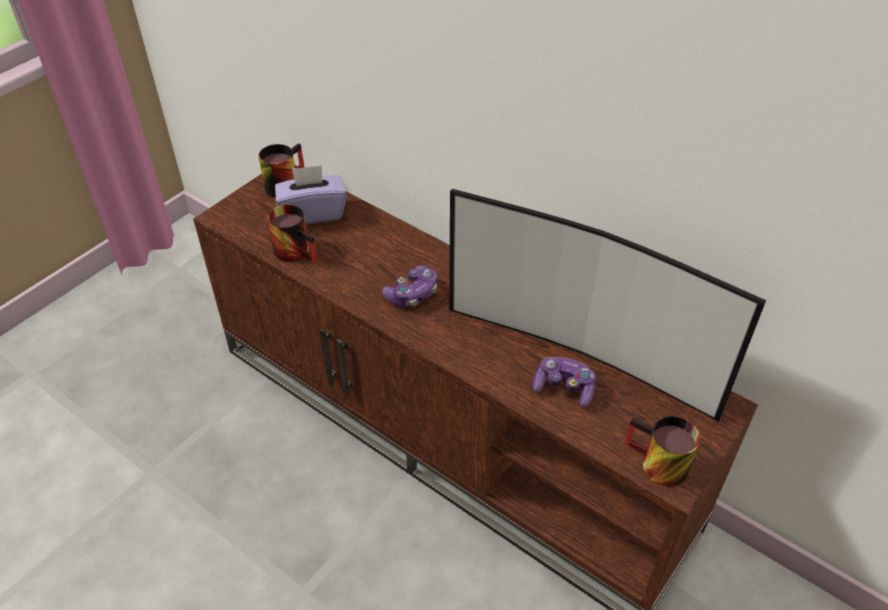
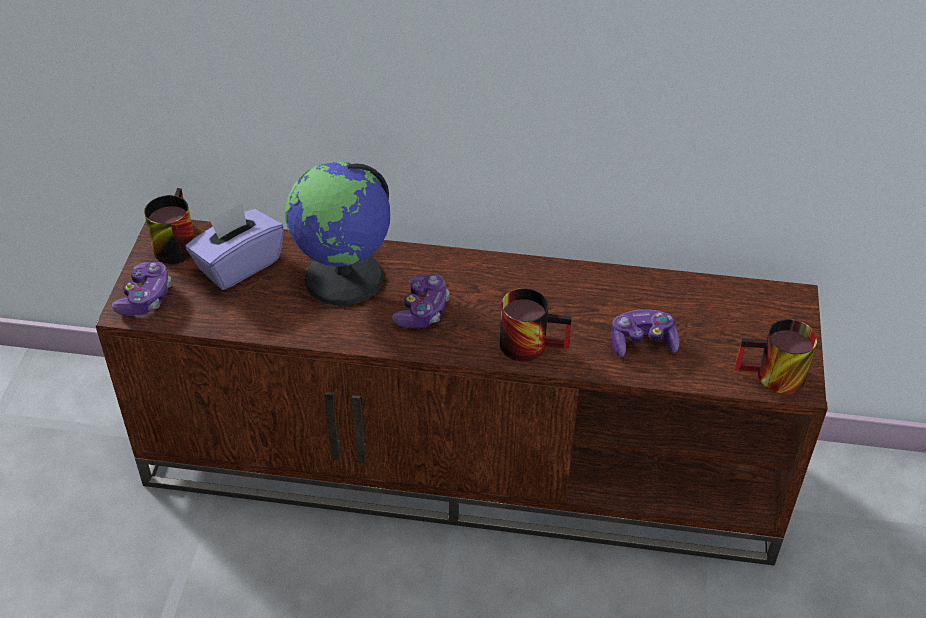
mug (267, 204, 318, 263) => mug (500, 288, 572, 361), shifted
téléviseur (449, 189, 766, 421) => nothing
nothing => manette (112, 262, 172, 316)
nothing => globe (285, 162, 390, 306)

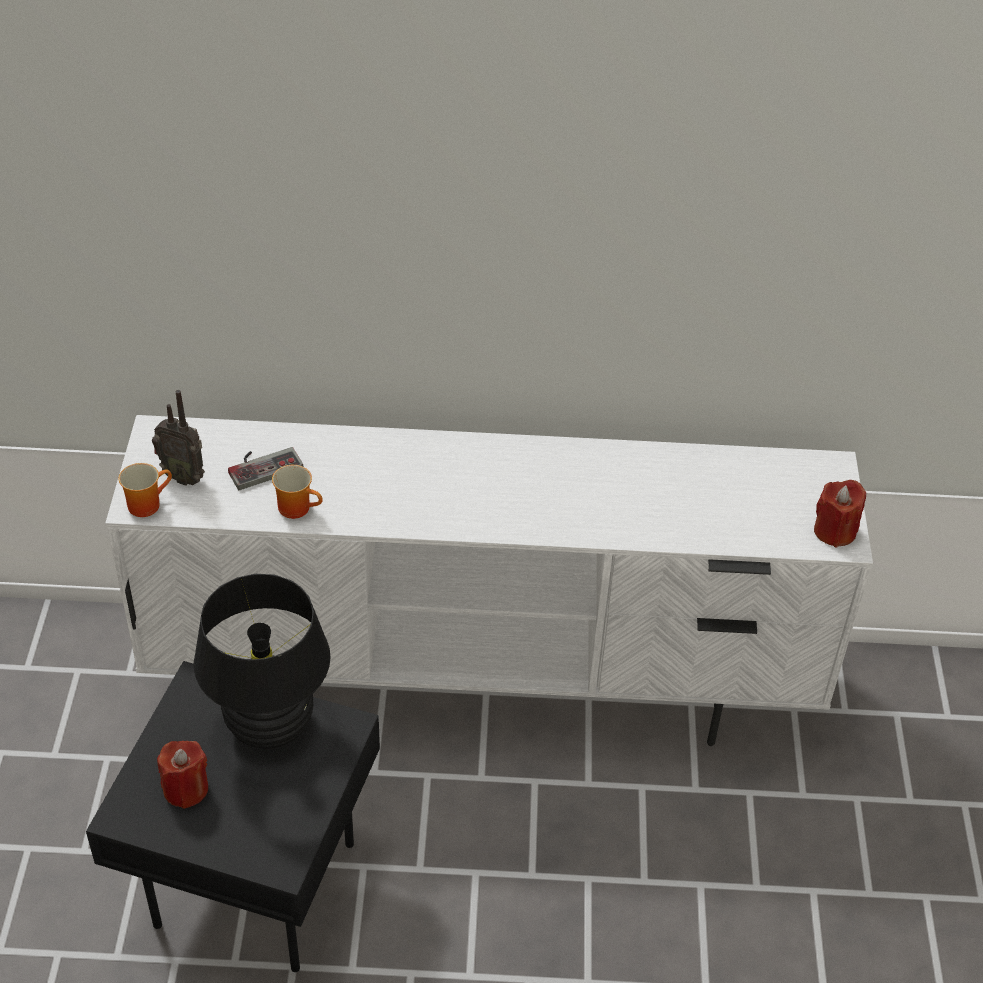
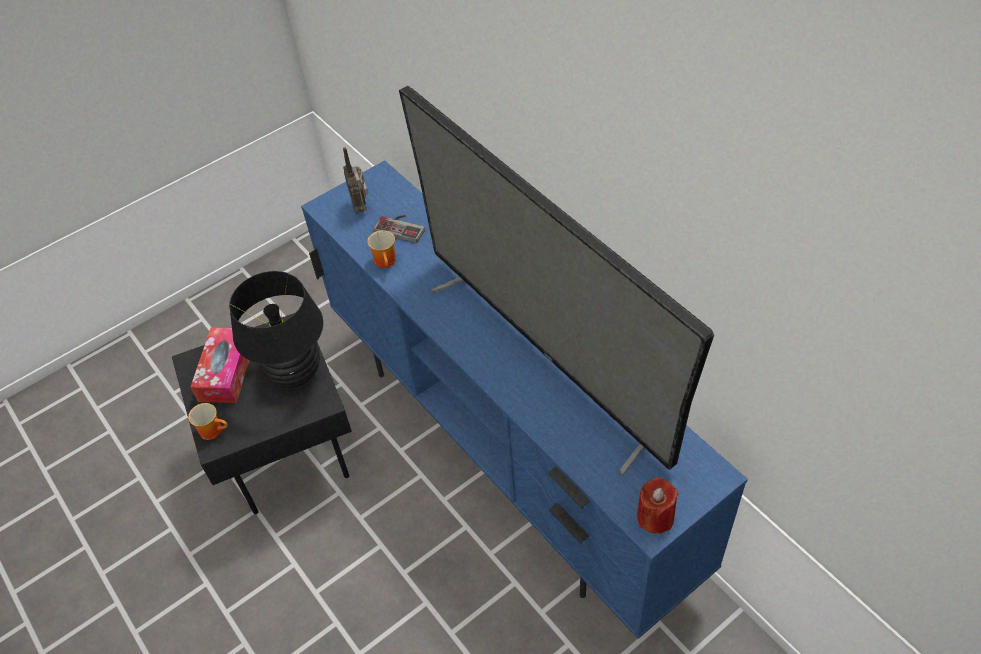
meuble télé [blanc] (105, 415, 873, 746) => meuble télé [bleu] (301, 160, 748, 639)
mug (119, 463, 172, 517) => mug (188, 403, 228, 440), shifted
bougie [rouge] (157, 741, 208, 809) => boîte à mouchoirs (191, 327, 249, 403)
nothing => téléviseur (399, 86, 714, 476)

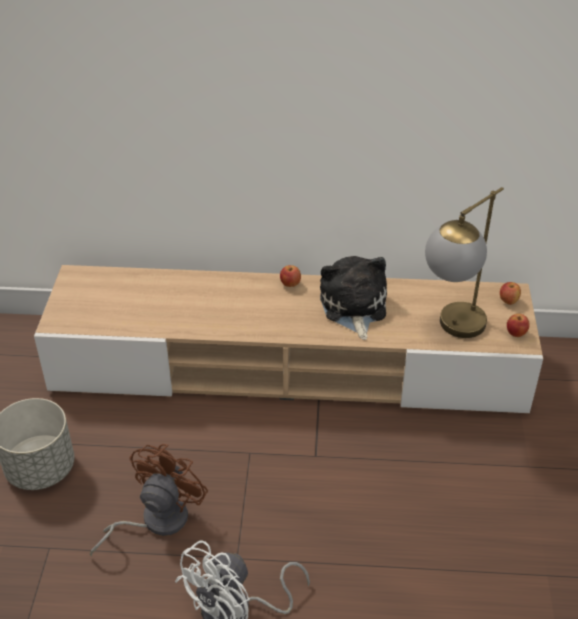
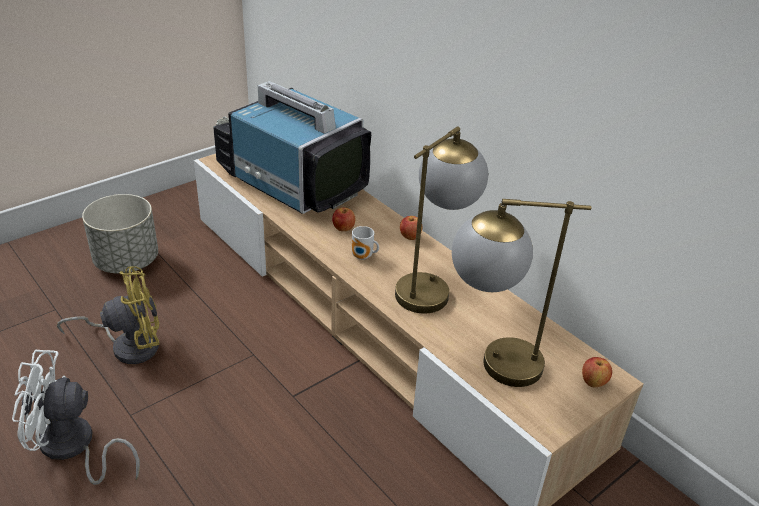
ventilateur [marron] (90, 444, 208, 556) => ventilateur [jaune] (57, 266, 159, 364)
peluche (320, 256, 387, 340) => lampe de table (395, 127, 488, 314)
pomme (507, 314, 530, 337) => pomme (332, 207, 355, 231), shifted
nothing => téléviseur (213, 81, 371, 214)
nothing => mug (352, 226, 379, 260)

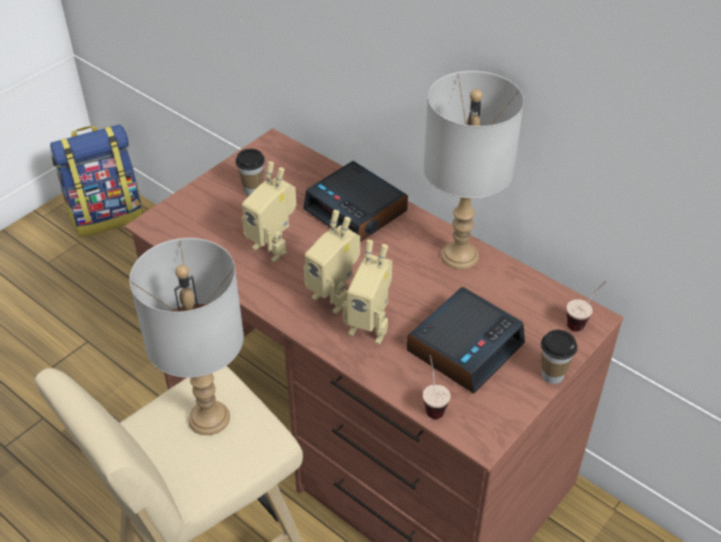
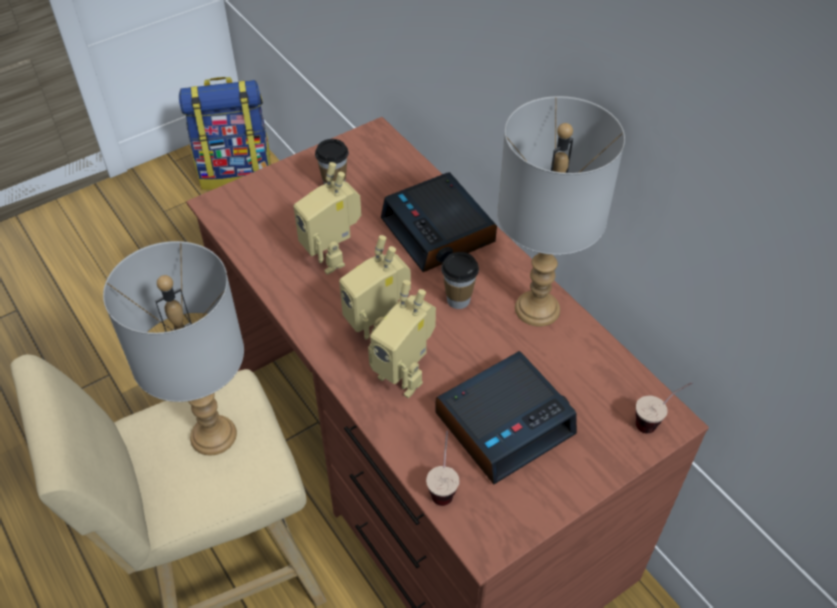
tasse (541, 330, 577, 384) => tasse (441, 252, 479, 309), shifted

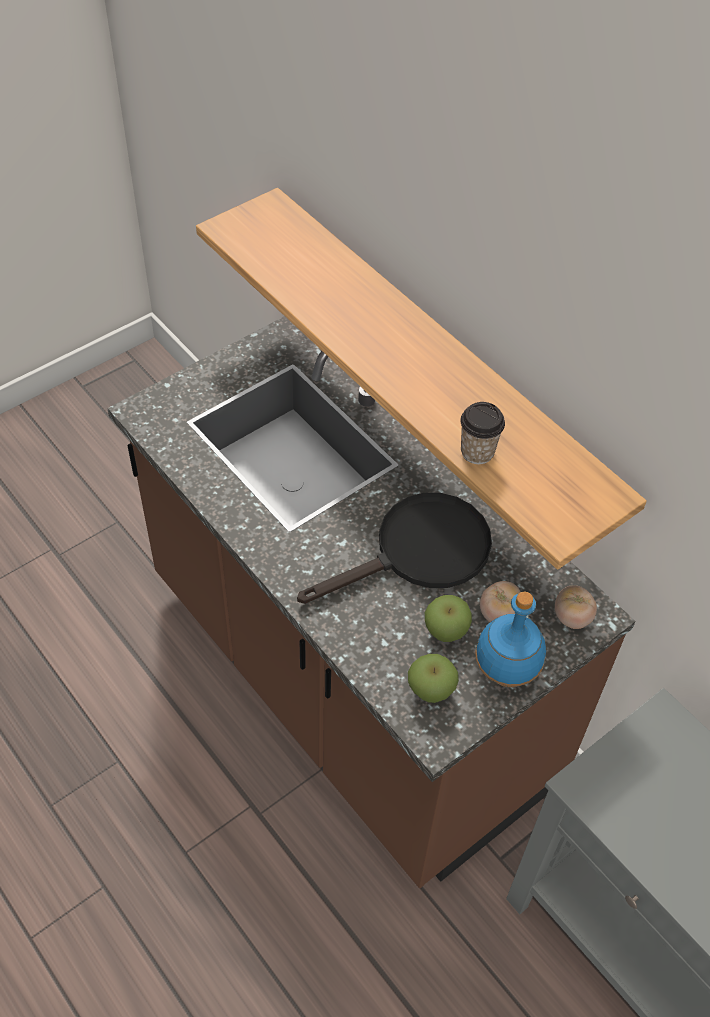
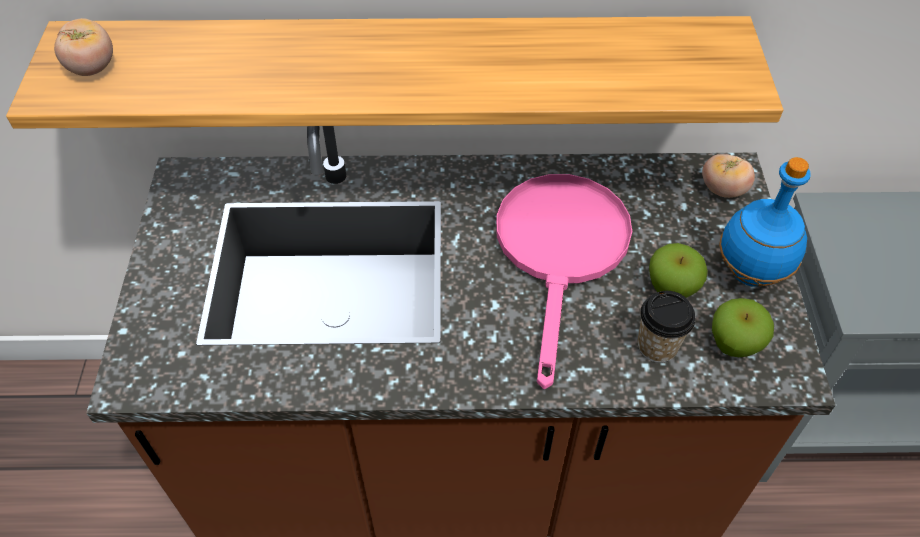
poêle [noir] (297, 493, 492, 604) => poêle [rose] (496, 174, 632, 389)
tasse (460, 402, 505, 464) => tasse (637, 291, 695, 363), shifted
tomate (480, 581, 520, 622) => tomate (54, 18, 113, 76), shifted

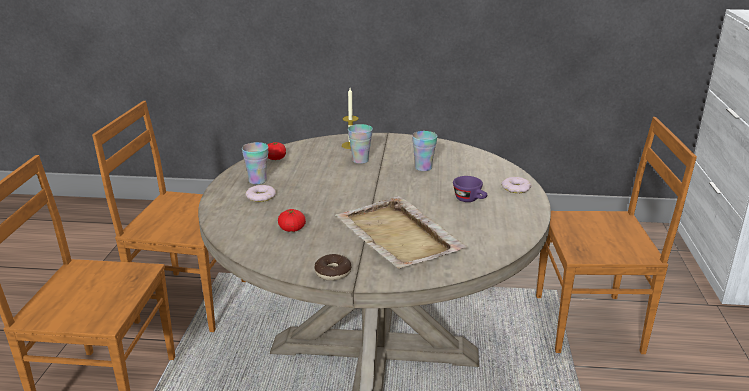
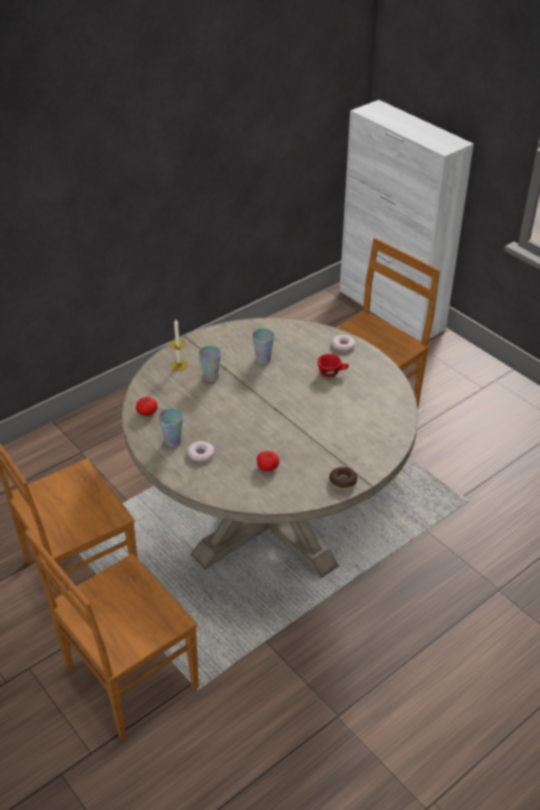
plateau [beige] (335, 196, 468, 269) => nothing
tasse [violet] (453, 176, 487, 202) => tasse [rouge] (317, 354, 349, 377)

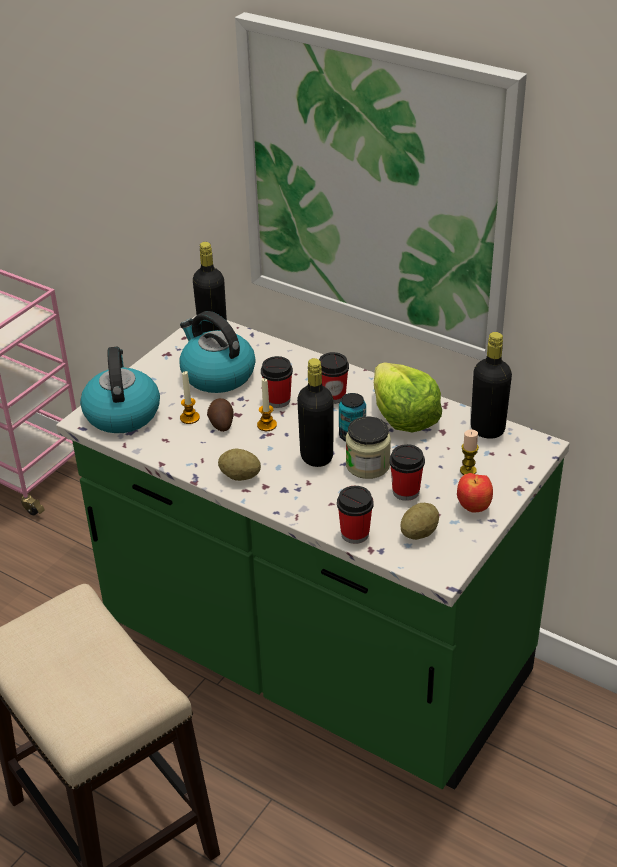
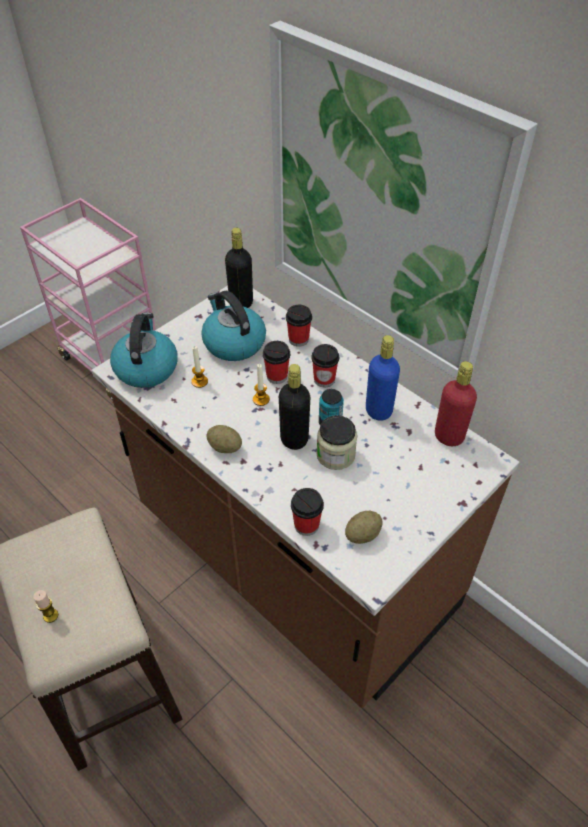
comptoir de cuisine [vert] (56, 316, 570, 789) => comptoir de cuisine [marron] (92, 286, 519, 708)
pomme de terre (207, 398, 234, 432) => nothing
laitue (374, 363, 442, 432) => bouteille [bleu] (366, 335, 400, 421)
tasse (389, 444, 425, 501) => tasse (286, 305, 312, 347), shifted
pomme (457, 473, 493, 513) => nothing
bougie (460, 430, 479, 475) => bougie (33, 590, 58, 623), shifted
bouteille [noir] (471, 332, 512, 439) => bouteille [rouge] (435, 361, 477, 446)

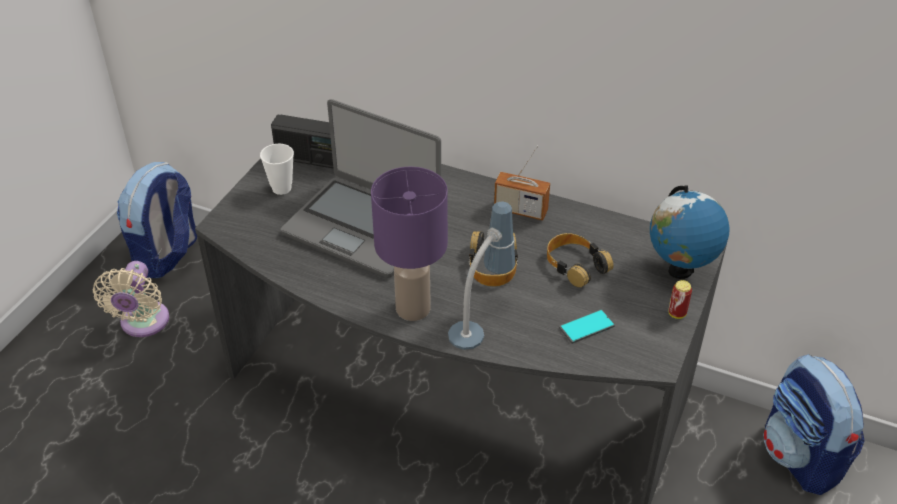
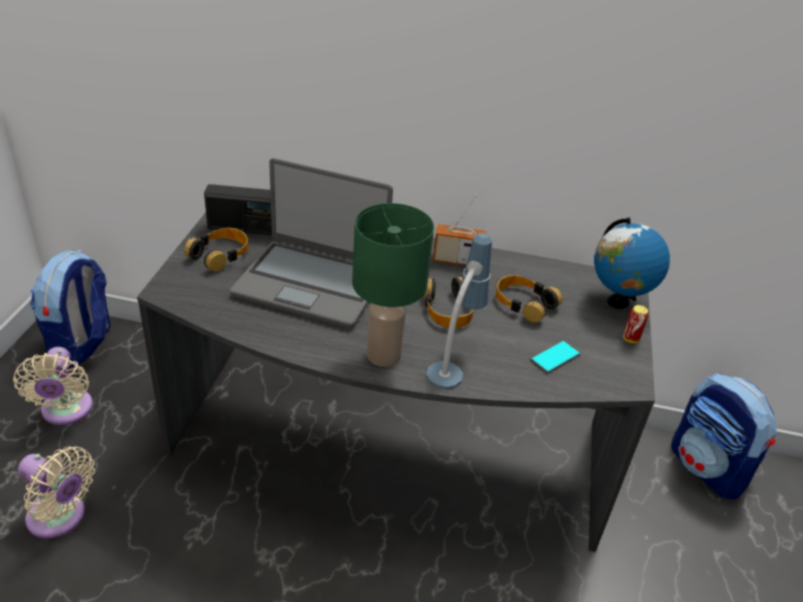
tasse (260, 144, 294, 195) => casque audio (184, 228, 248, 271)
lampe de table [violet] (371, 167, 448, 321) => lampe de table [vert] (352, 203, 434, 367)
nothing => ventilateur [beige] (18, 446, 95, 539)

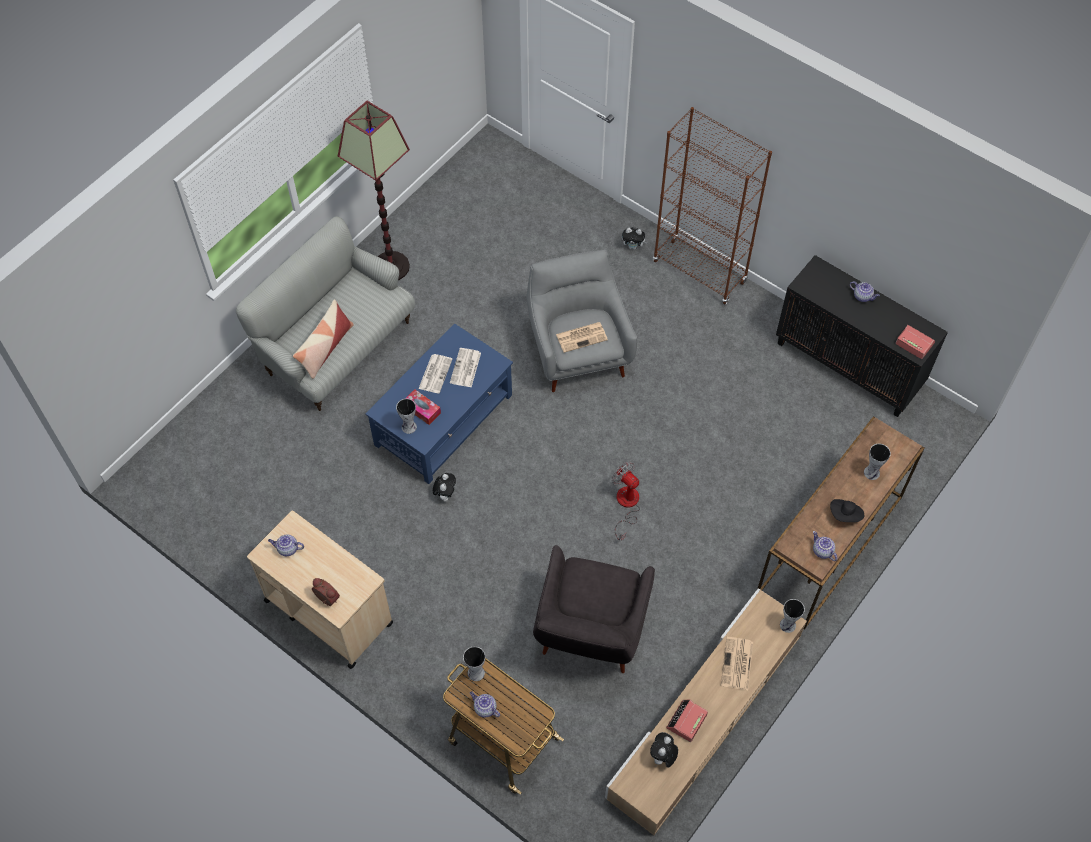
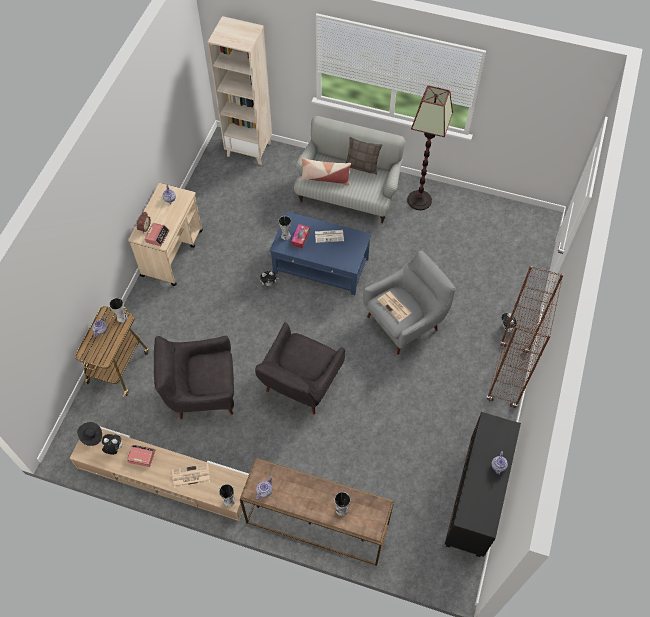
journal (450, 348, 481, 387) => nothing
ventilateur (612, 462, 640, 540) => fauteuil [gris] (255, 322, 345, 414)
chapeau [noir] (830, 499, 865, 522) => chapeau [noir] (77, 422, 102, 446), shifted
réveil (896, 325, 935, 359) => réveil (145, 223, 169, 246), shifted
nothing => bibliothèque [beige] (208, 16, 272, 165)
nothing => coussin (346, 137, 383, 175)

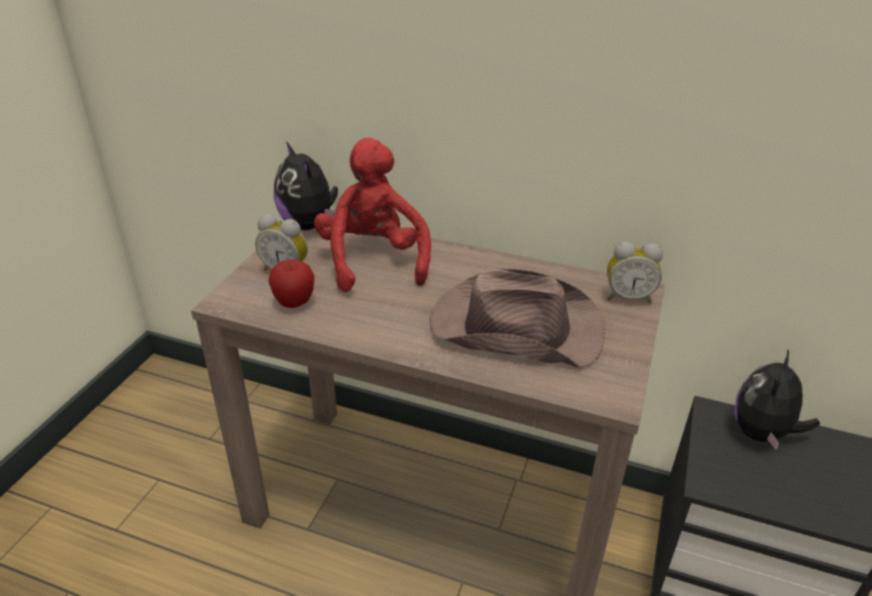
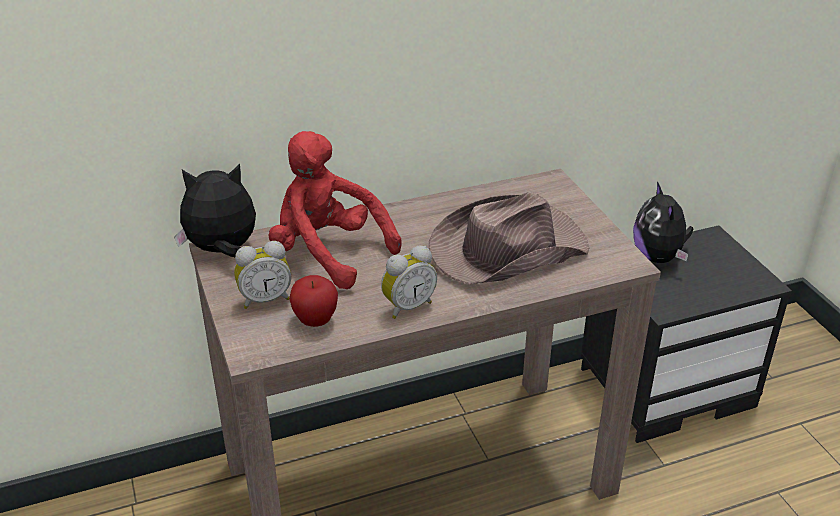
peluche (274, 142, 338, 230) => peluche (174, 164, 256, 257), 150 degrees clockwise
réveil (607, 242, 663, 304) => réveil (381, 245, 437, 319), shifted

